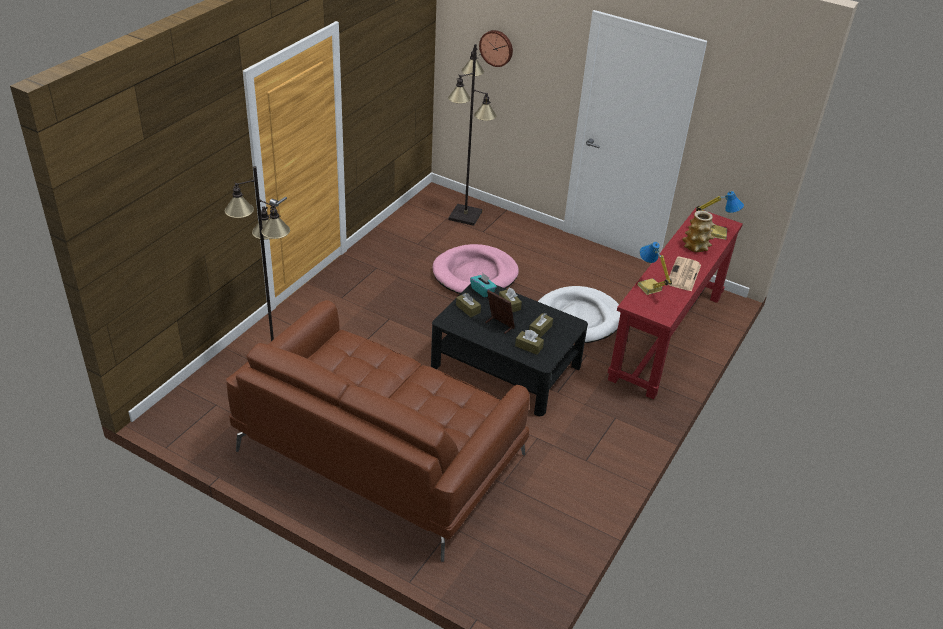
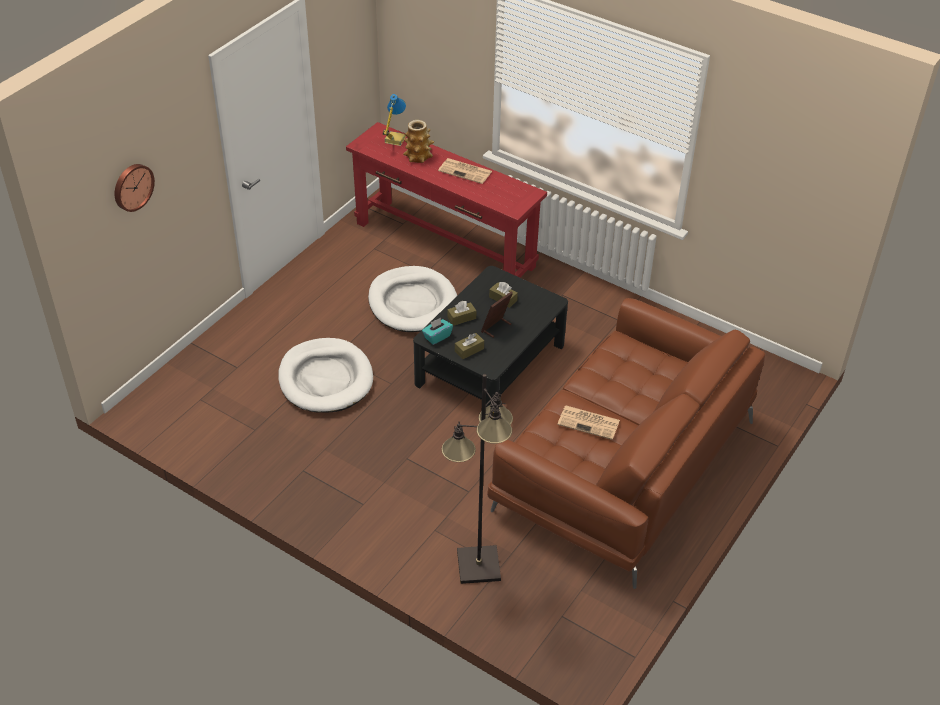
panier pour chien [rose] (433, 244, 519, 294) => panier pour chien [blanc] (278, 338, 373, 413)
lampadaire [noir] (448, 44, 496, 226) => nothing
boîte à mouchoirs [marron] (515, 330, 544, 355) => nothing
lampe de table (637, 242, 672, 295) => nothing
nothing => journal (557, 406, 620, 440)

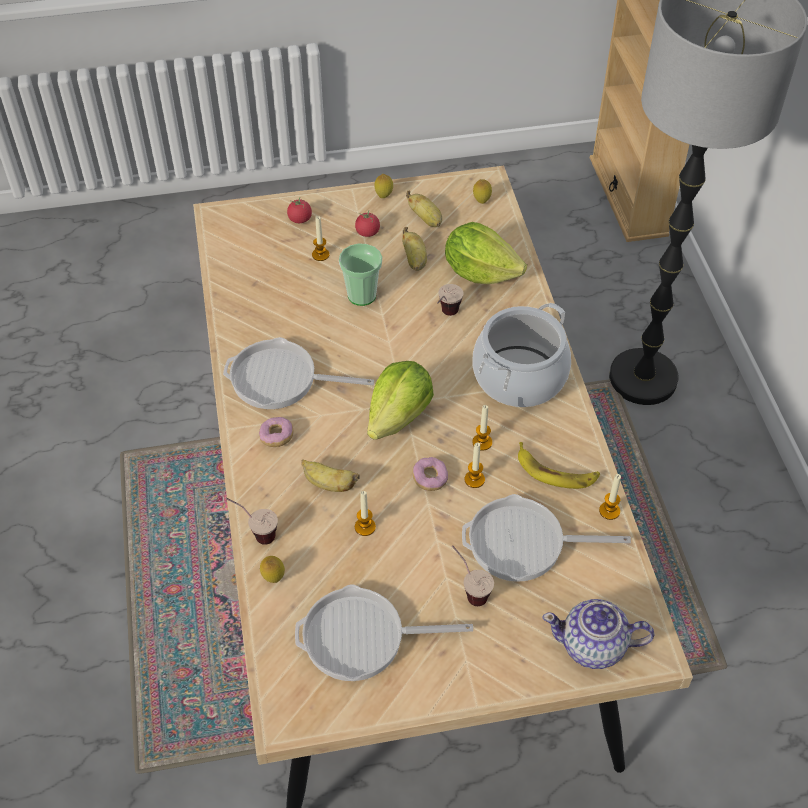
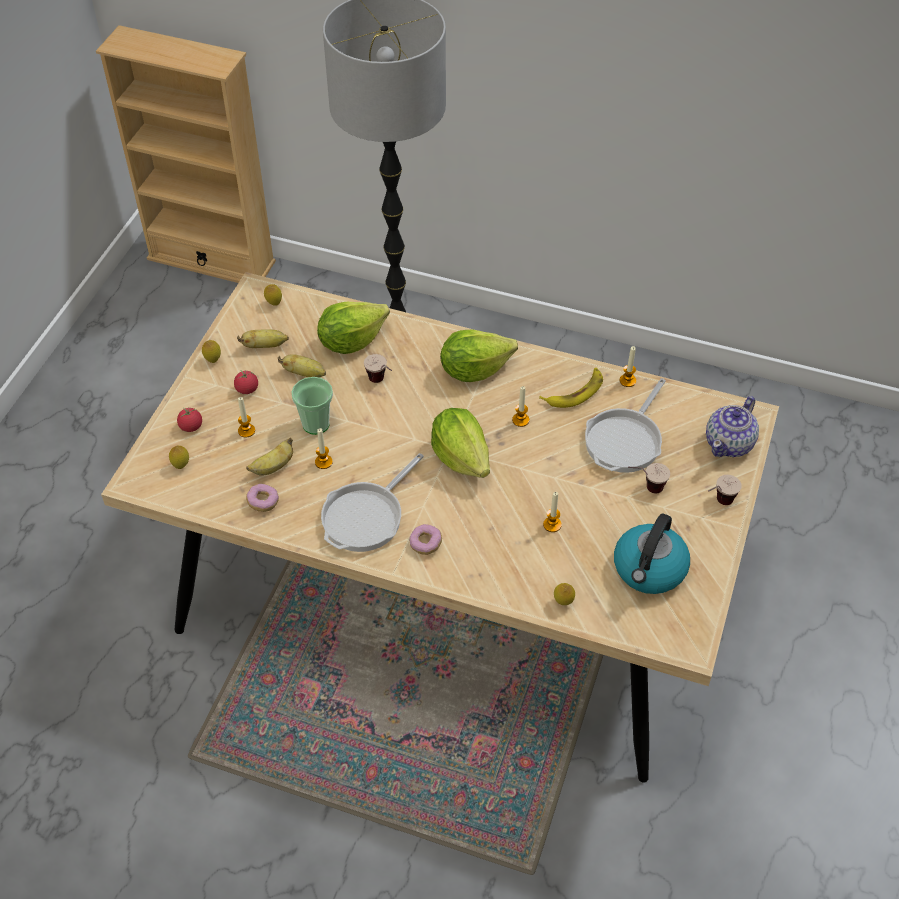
tasse (226, 498, 278, 545) => tasse (708, 475, 742, 505), shifted
poêle (295, 584, 473, 681) => bouilloire (614, 514, 690, 594)
banane (301, 459, 360, 492) => banane (246, 437, 293, 476), shifted
beignet (413, 457, 448, 491) => beignet (246, 484, 279, 512), shifted
bougie (464, 443, 485, 488) => bougie (315, 428, 333, 469), shifted
marmite (472, 303, 571, 407) => laitue (440, 330, 518, 382)
nothing => citron (169, 445, 189, 469)

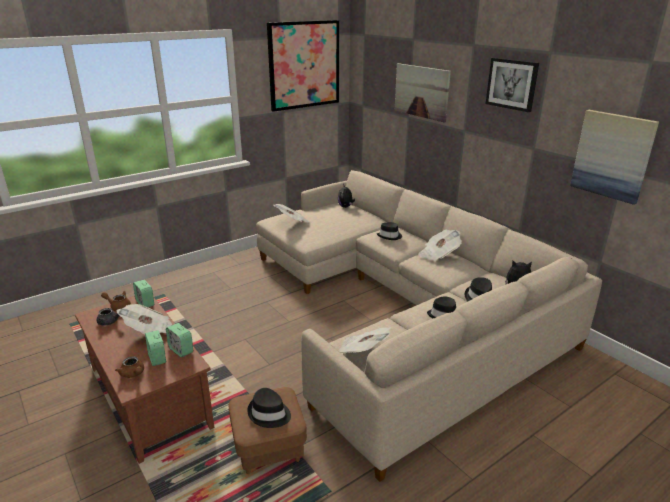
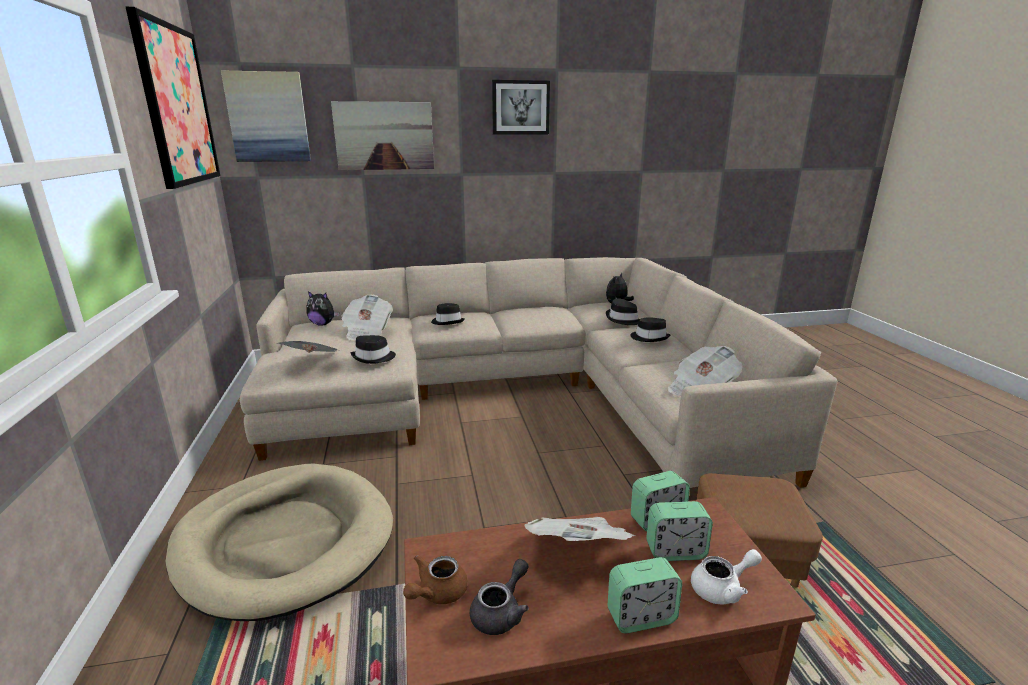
théière [marron] (115, 356, 144, 378) => théière [blanc] (691, 549, 762, 605)
réveil (133, 280, 154, 307) => réveil (607, 557, 682, 633), shifted
chapeau [noir] (247, 388, 291, 428) => chapeau [noir] (350, 335, 396, 364), shifted
journal (418, 230, 462, 261) => journal (341, 294, 393, 340), shifted
tableau (570, 110, 659, 205) => tableau (221, 71, 311, 162), shifted
nothing => panier pour chien [beige] (165, 463, 393, 621)

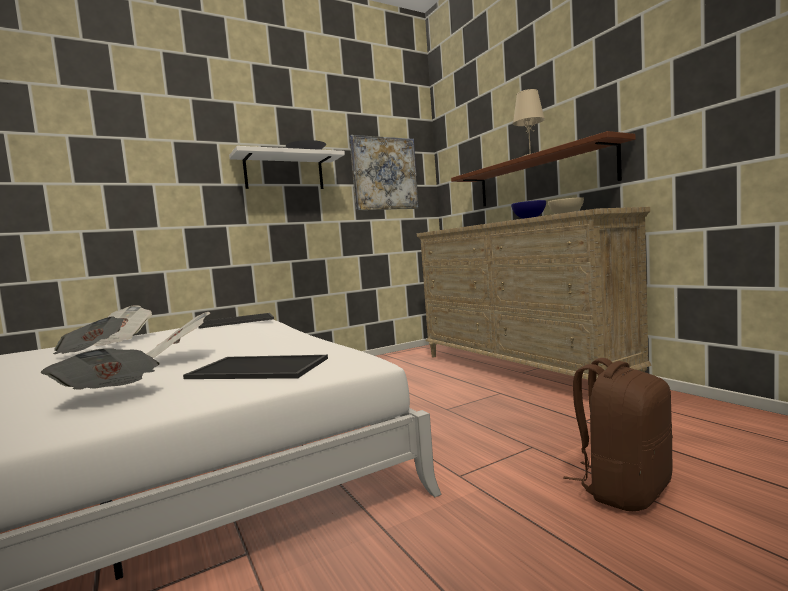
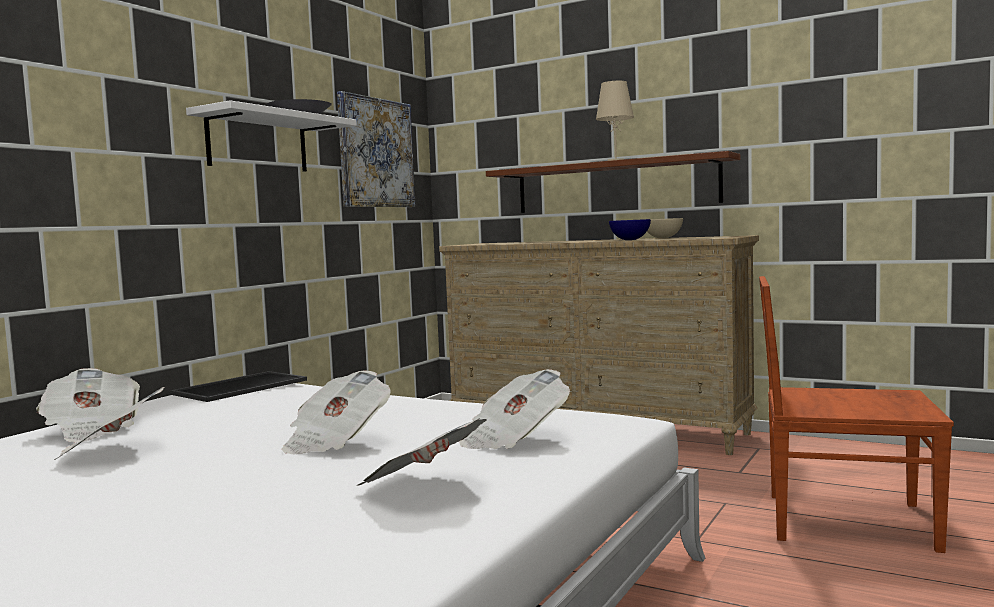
plateau (183, 355, 328, 379) => journal (459, 369, 570, 449)
sac à dos [marron] (563, 358, 673, 511) => chaise [marron] (759, 276, 954, 553)

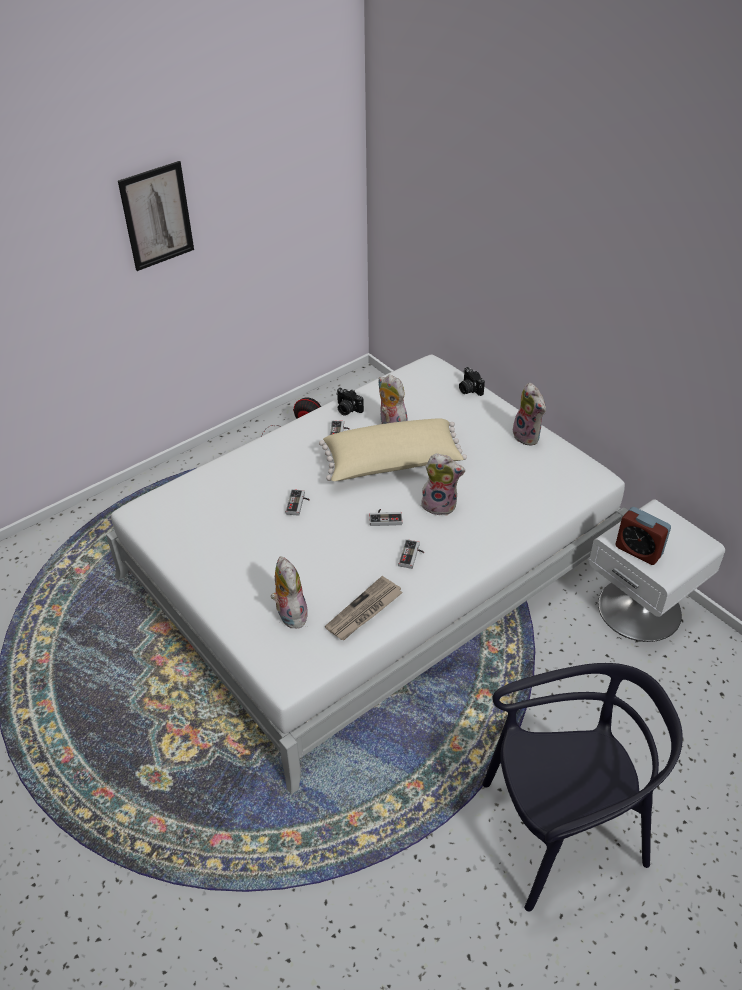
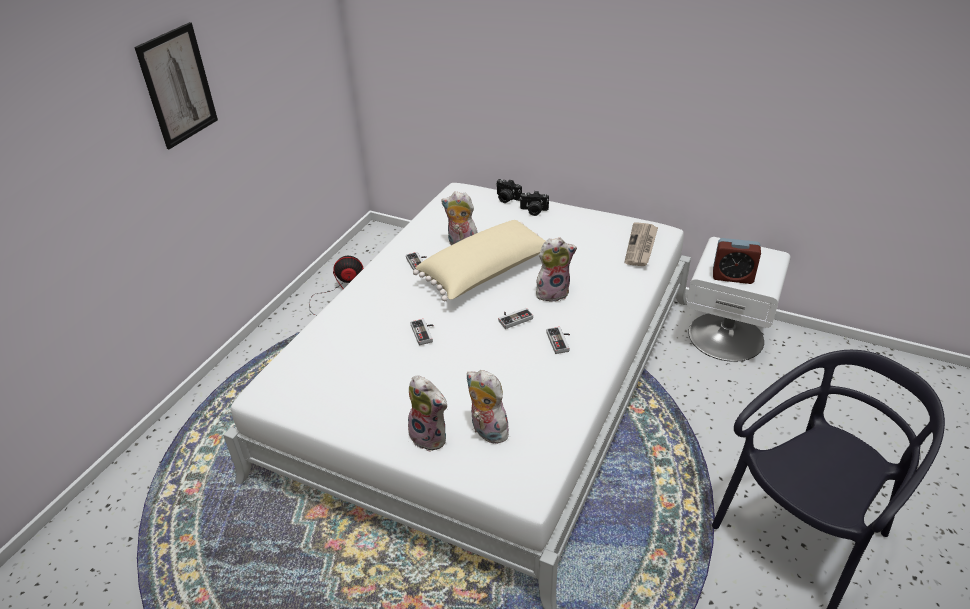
journal (325, 576, 403, 640) => journal (625, 222, 658, 266), shifted
appareil photo (336, 388, 364, 416) => appareil photo (520, 191, 549, 216), shifted
peluche (513, 383, 546, 446) => peluche (408, 375, 447, 452), shifted

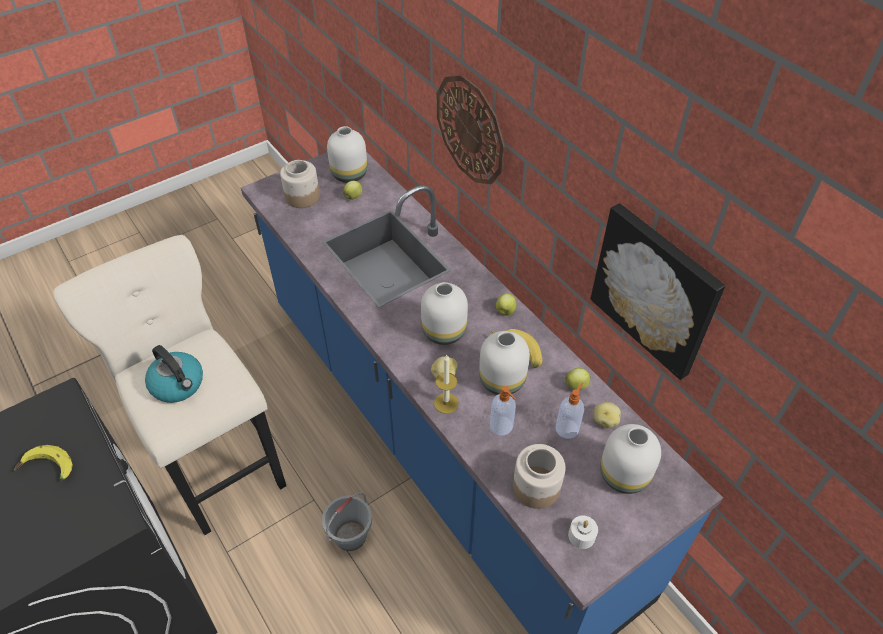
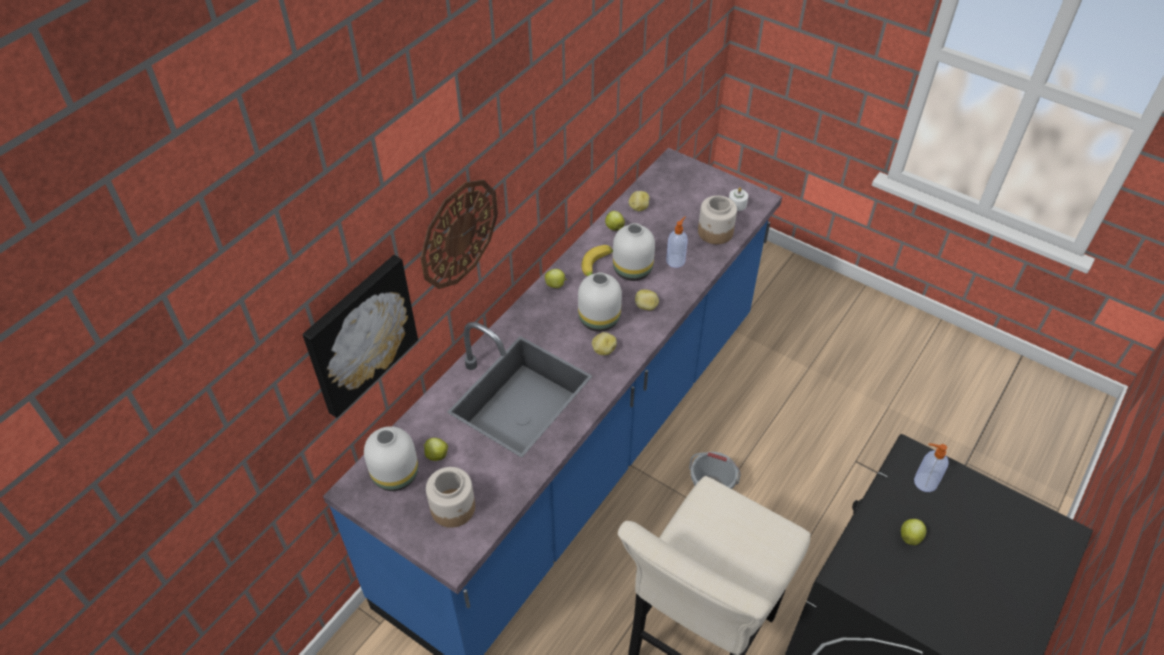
banane (14, 445, 73, 481) => pomme (901, 519, 926, 545)
bouilloire (145, 345, 203, 403) => nothing
bougie (434, 355, 459, 414) => nothing
distributeur de savon (556, 382, 584, 439) => distributeur de savon (914, 443, 949, 492), shifted
tableau (590, 203, 726, 380) => tableau (302, 255, 418, 418), shifted
vase [blanc] (600, 424, 661, 494) => nothing
nothing => pomme de terre (592, 332, 617, 355)

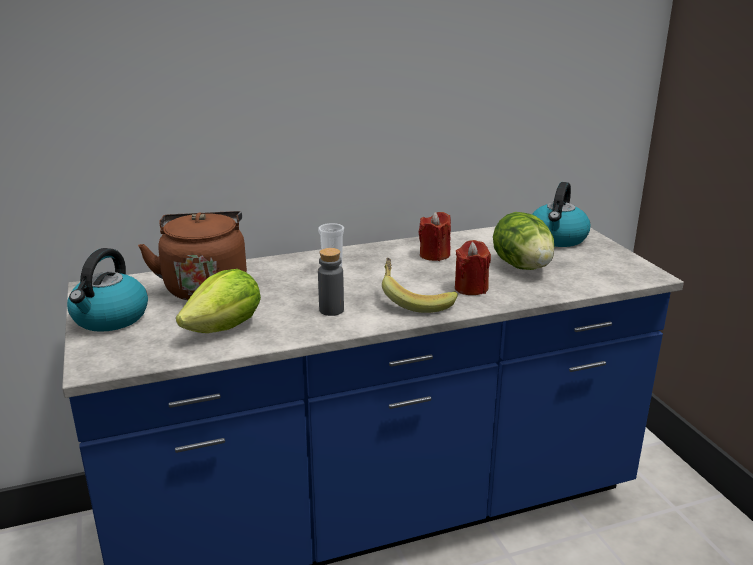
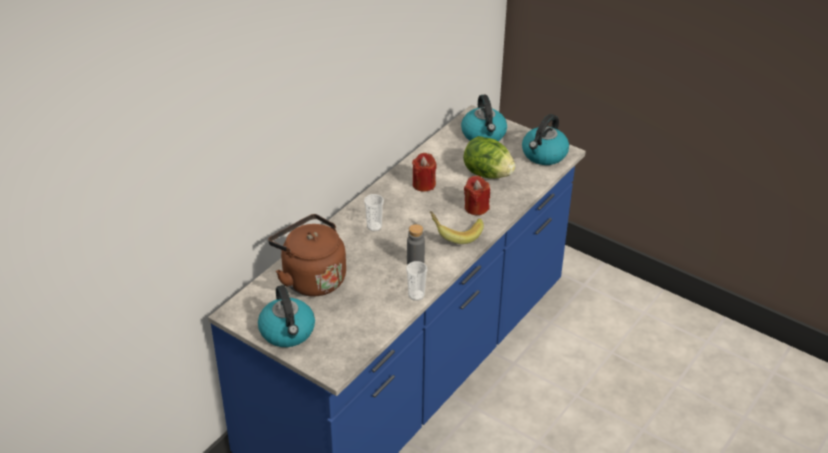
laitue (176, 269, 261, 333) => nothing
nothing => tasse (406, 261, 427, 301)
nothing => bouilloire (522, 114, 569, 165)

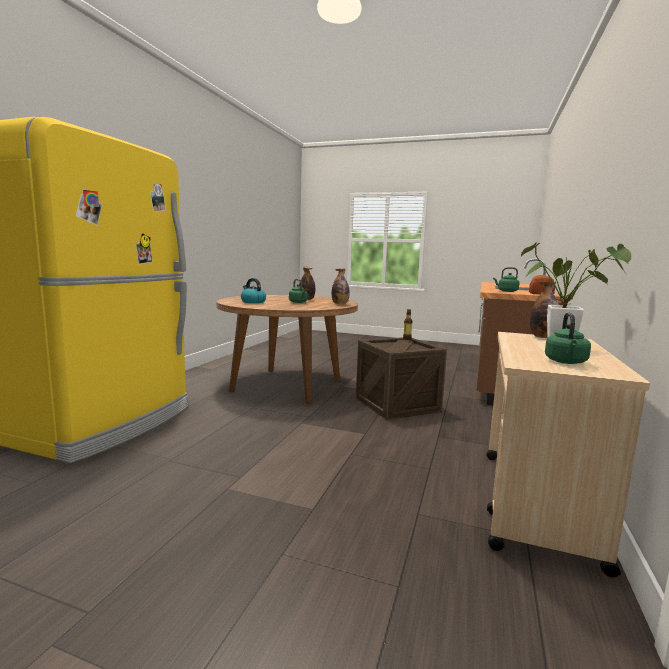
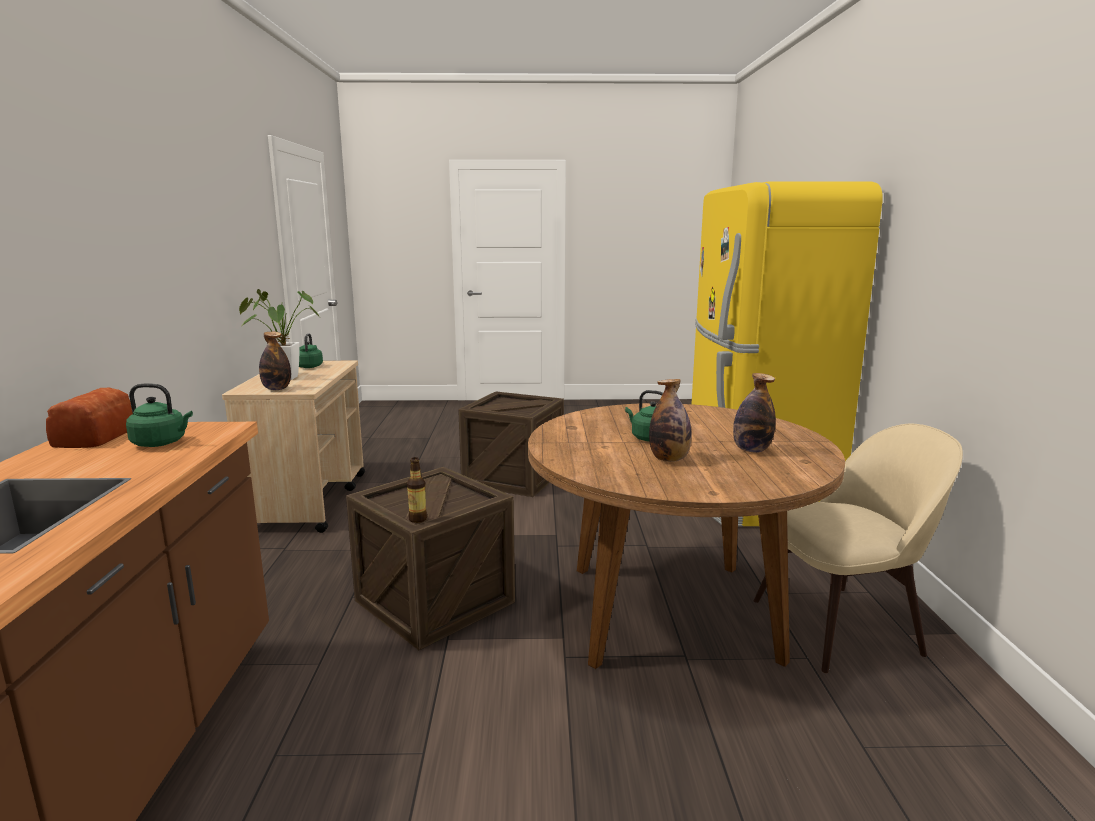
bouilloire (241, 278, 266, 303) => nothing
bouteille (332, 269, 350, 304) => bouteille (733, 373, 776, 453), shifted
nothing => caisse (458, 391, 564, 497)
nothing => chaise [beige] (753, 424, 963, 673)

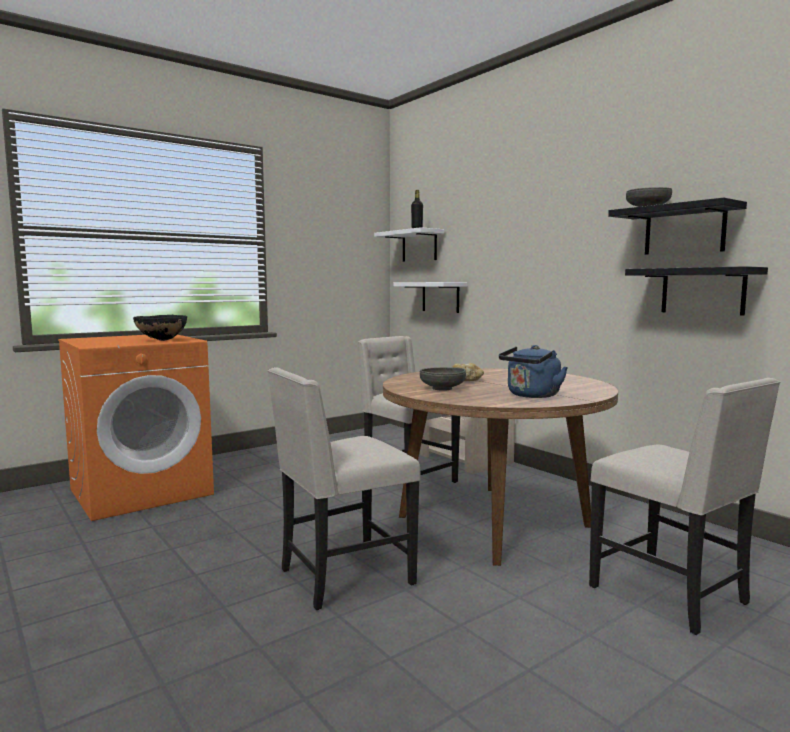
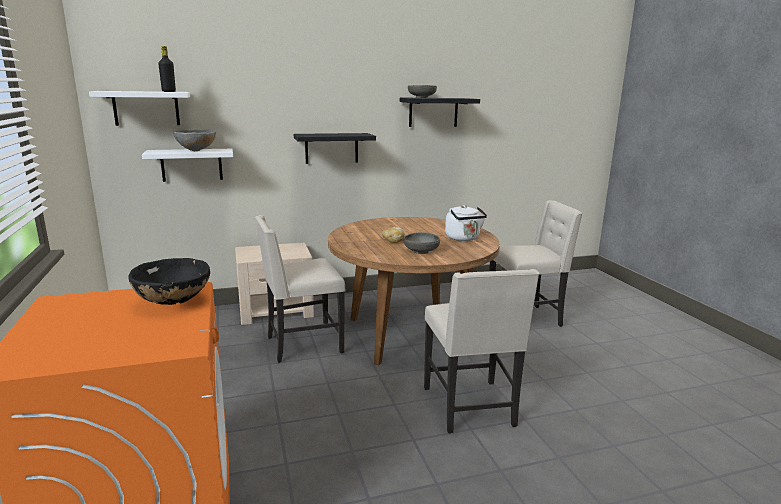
bouilloire [bleu] (499, 345, 568, 398) => bouilloire [blanc] (445, 205, 487, 241)
étagère [noir] (625, 266, 768, 316) => étagère [noir] (294, 133, 376, 164), shifted
nothing => bol [gris] (173, 130, 216, 151)

